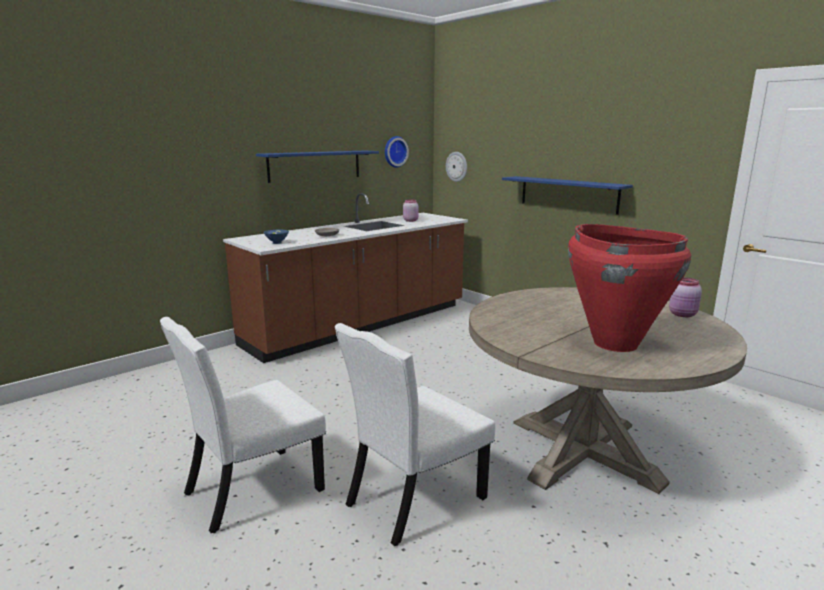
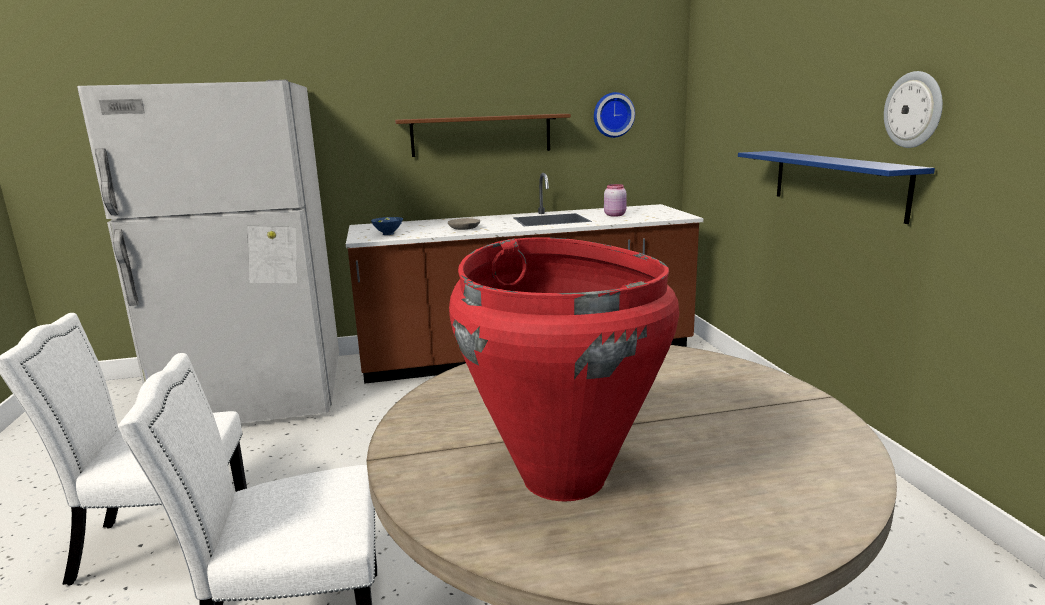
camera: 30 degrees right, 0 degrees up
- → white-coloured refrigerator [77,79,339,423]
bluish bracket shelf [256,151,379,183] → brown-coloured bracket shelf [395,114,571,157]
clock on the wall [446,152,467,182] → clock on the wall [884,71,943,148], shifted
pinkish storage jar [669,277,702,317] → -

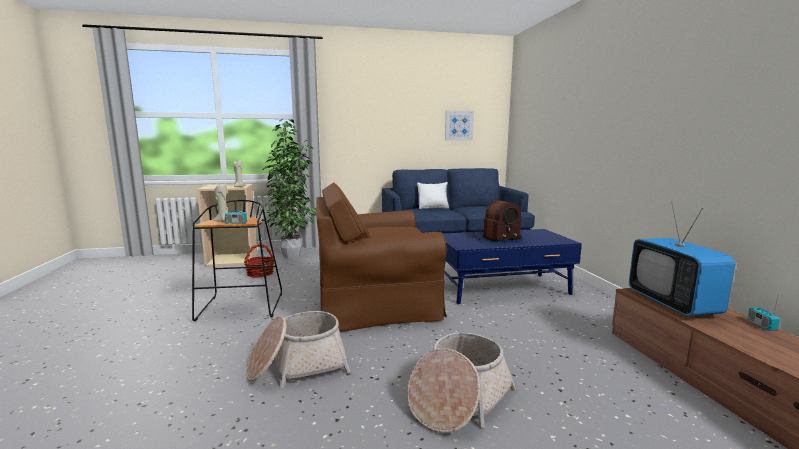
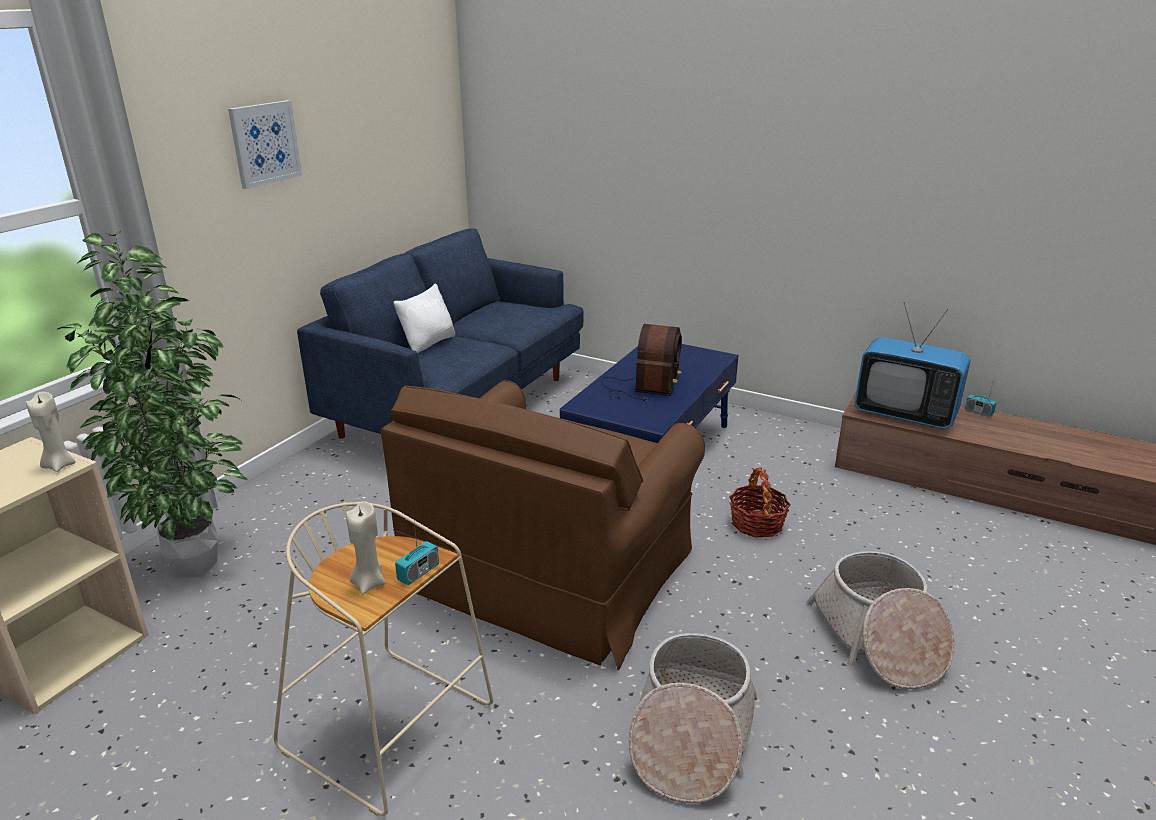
camera: 50 degrees left, 15 degrees up
wall art [445,110,474,141] → wall art [228,100,302,189], shifted
blackish stool [192,200,282,321] → beige-coloured stool [274,502,493,816]
storage basket [244,244,275,278] → storage basket [729,467,791,537], shifted

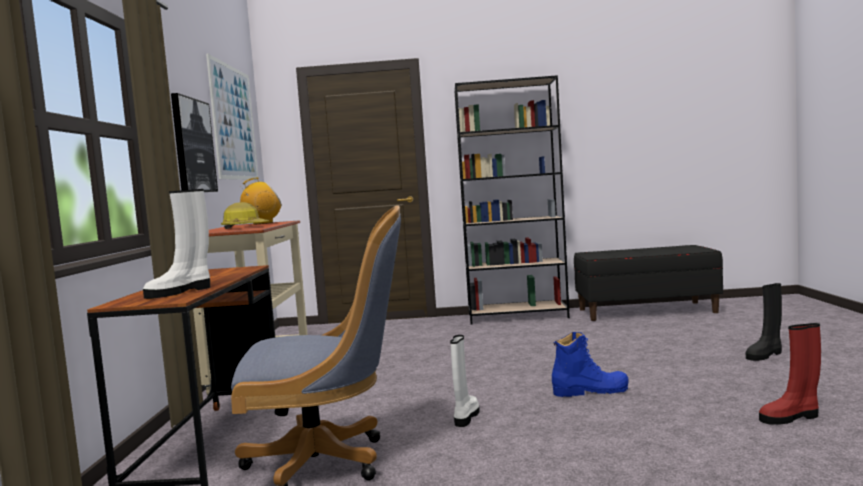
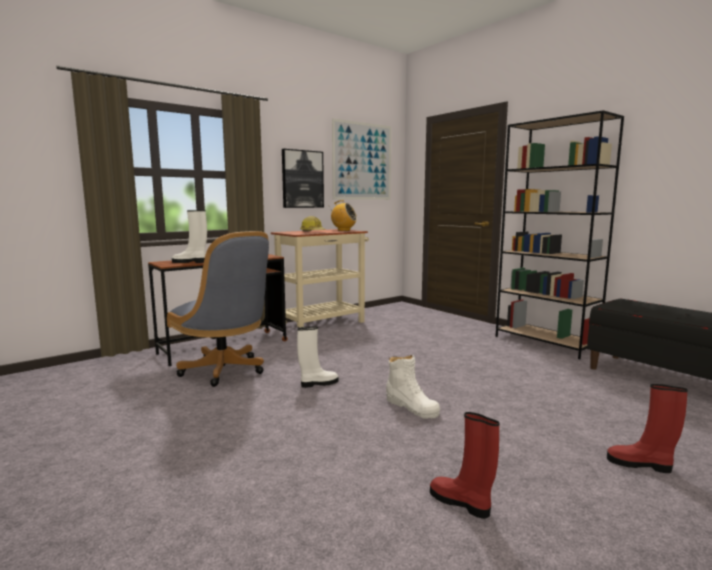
camera: 50 degrees right, 5 degrees up
bluish boot [552,332,629,397] → white-coloured boot [386,355,440,419]
blackish boot [746,283,782,361] → red-coloured boot [607,384,688,473]

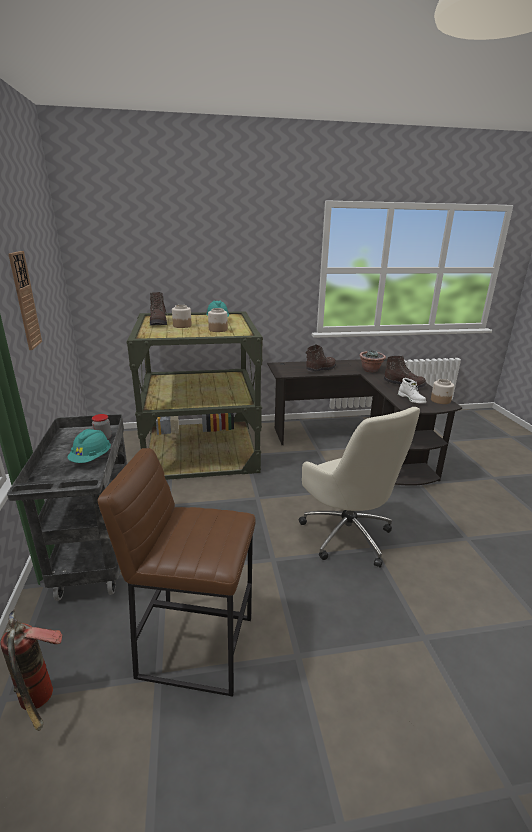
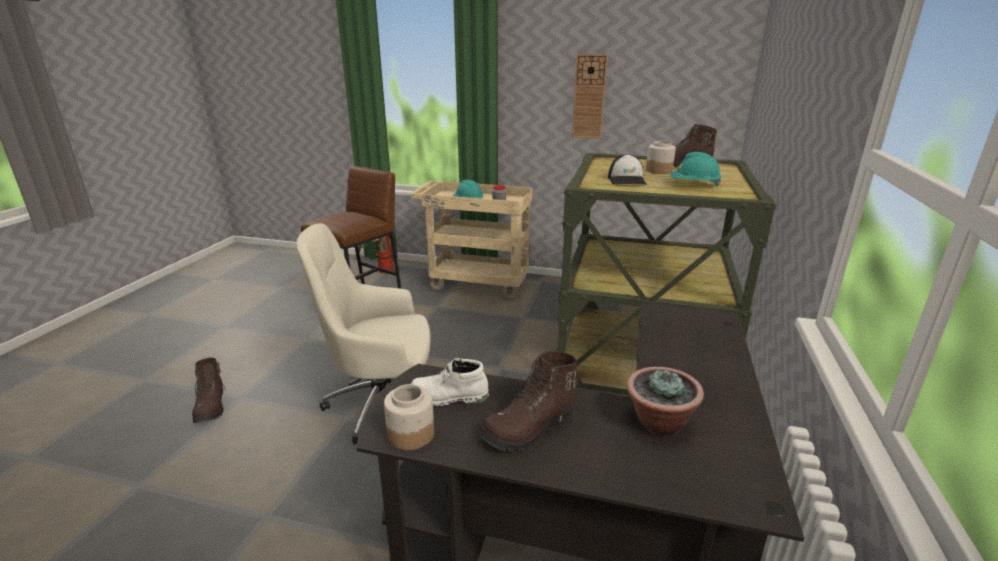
camera: 115 degrees right, 0 degrees up
brown-coloured boot [306,345,336,372] → brown-coloured boot [192,358,227,423], shifted
blackish cart [7,414,127,601] → beige-coloured cart [411,181,532,299]
storage jar [208,308,228,332] → cap [608,154,647,185]

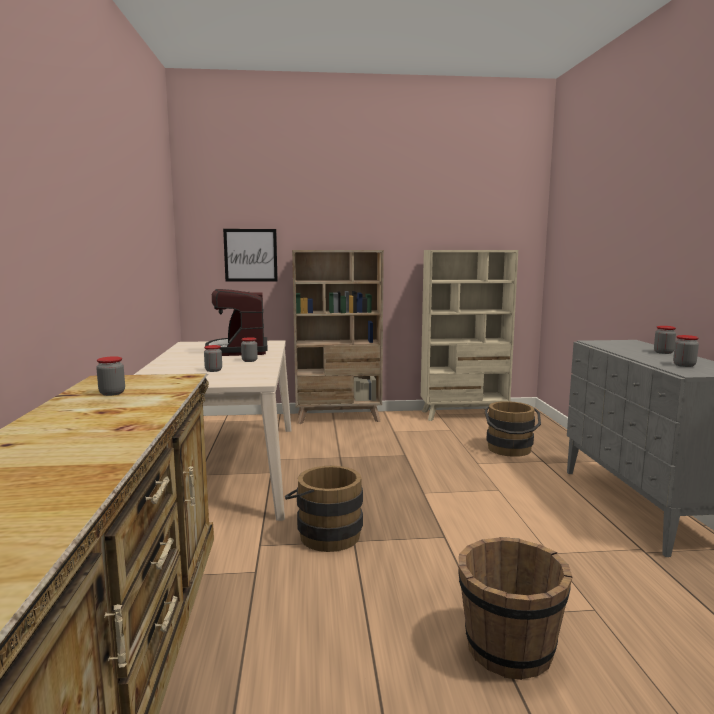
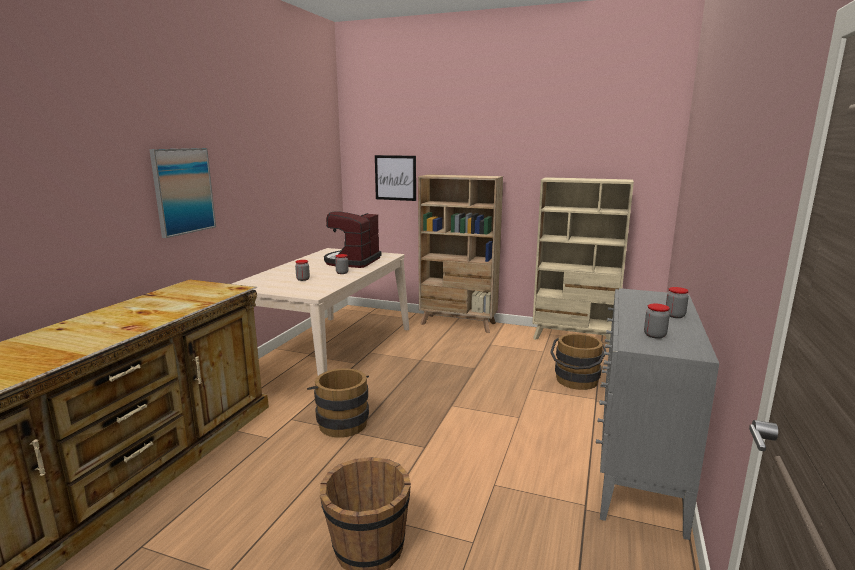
camera: 25 degrees right, 5 degrees up
- → wall art [149,148,216,238]
storage jar [96,356,125,396] → -

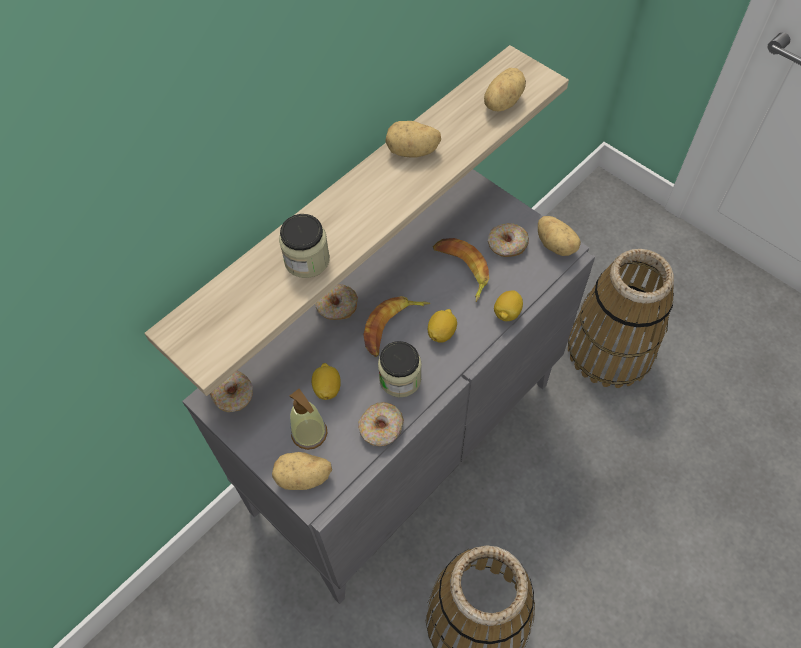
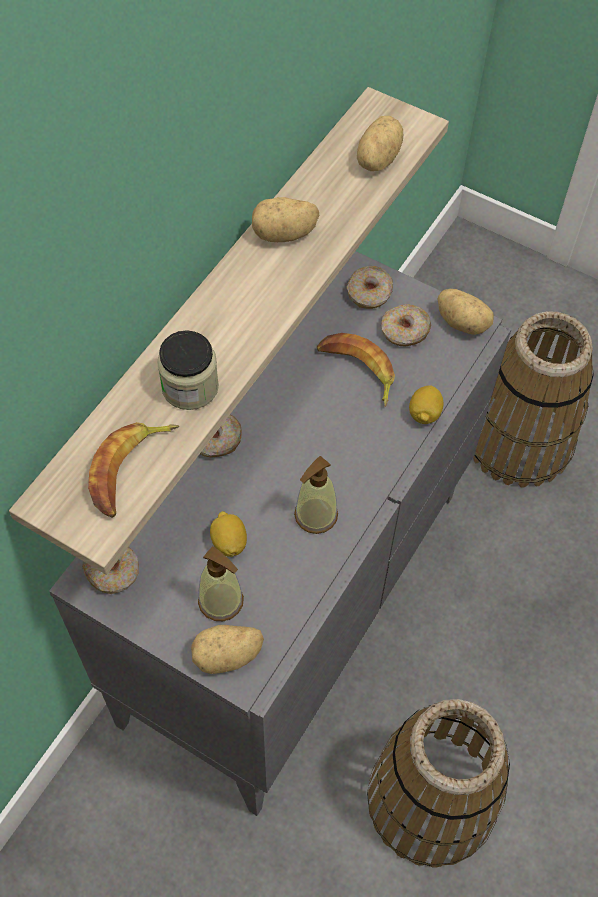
camera: 15 degrees left, 0 degrees up
banana fruit [363,296,430,357] → banana fruit [88,422,180,518], shifted
storage jar [378,341,422,397] → soap bottle [294,456,338,534]
donut [359,402,404,446] → donut [347,266,393,309], shifted
citrus fruit [428,309,457,343] → -

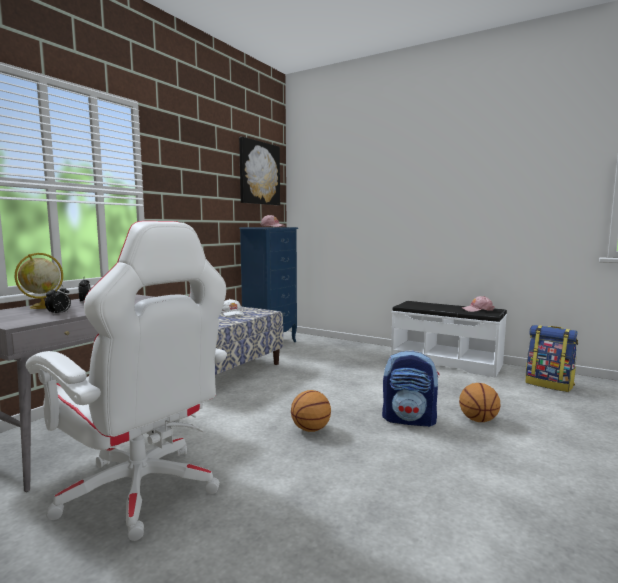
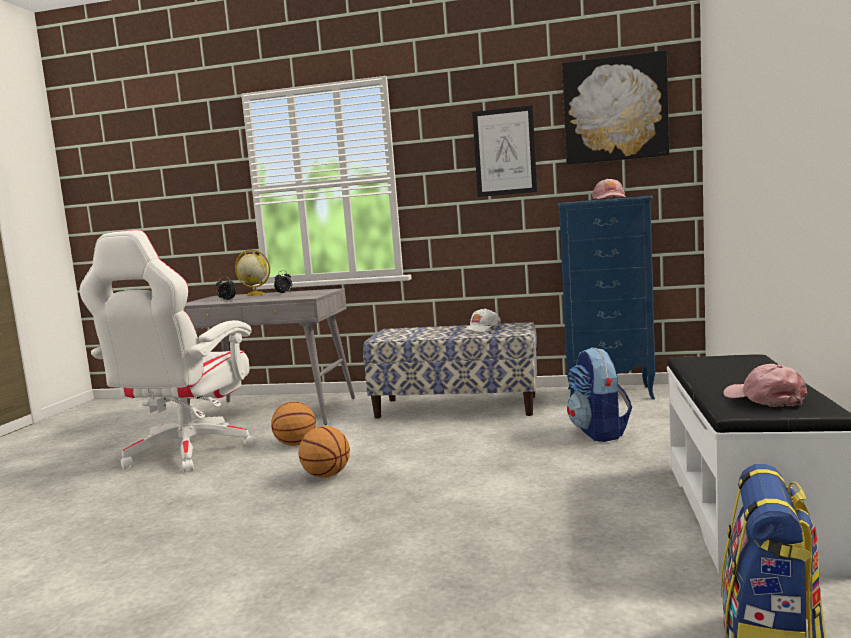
camera: 70 degrees right, 0 degrees up
ball for basketball [459,383,500,422] → ball for basketball [271,401,316,446], shifted
- → wall art [472,105,537,197]
knapsack [382,350,439,427] → knapsack [567,348,632,442], shifted

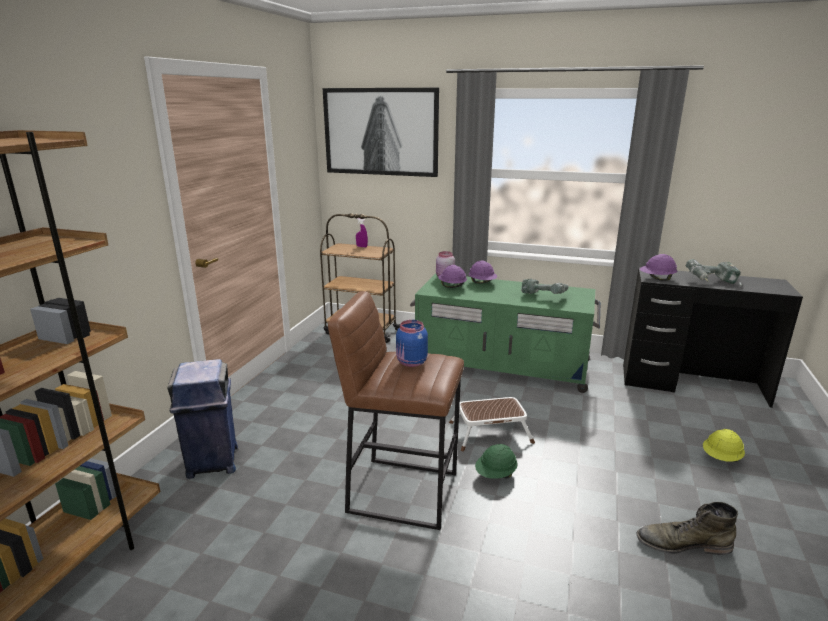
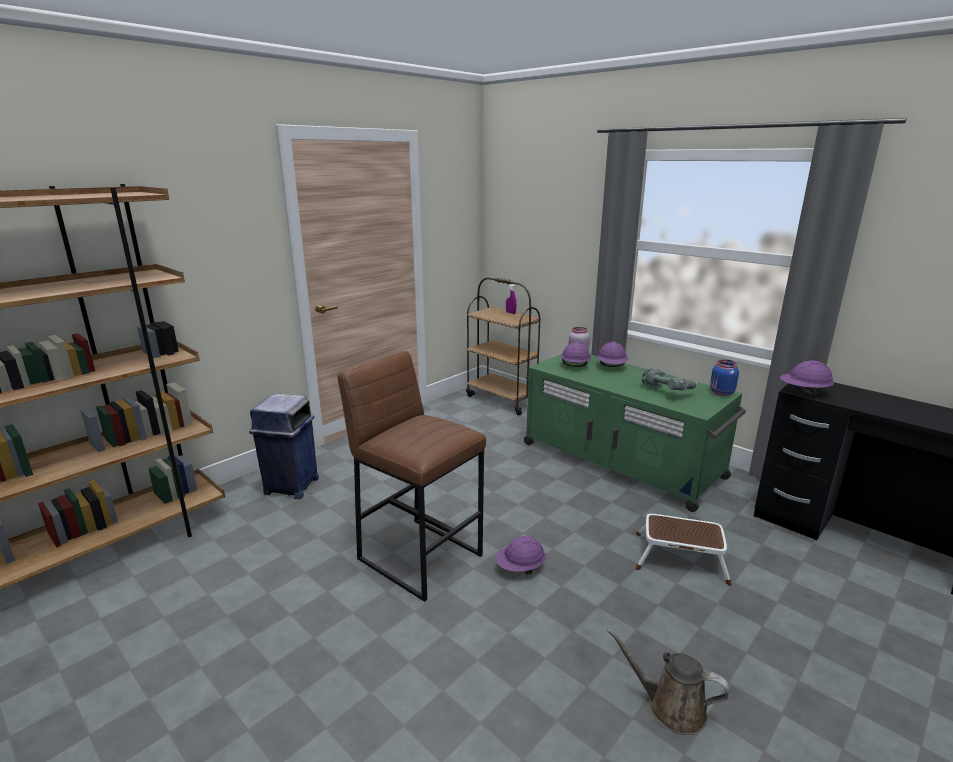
camera: 25 degrees right, 0 degrees up
green-coloured hard hat [475,444,518,479] → purplish hard hat [496,536,546,575]
green-coloured boot [637,502,738,555] → brown-coloured sprinkling can [607,628,730,735]
brown-coloured stepladder [449,397,535,451] → brown-coloured stepladder [635,514,732,586], shifted
bluish storage jar [396,320,428,367] → bluish storage jar [710,360,739,396], shifted
wall art [323,88,439,177] → -
drill [686,259,742,286] → -
yellow hard hat [703,429,745,462] → -

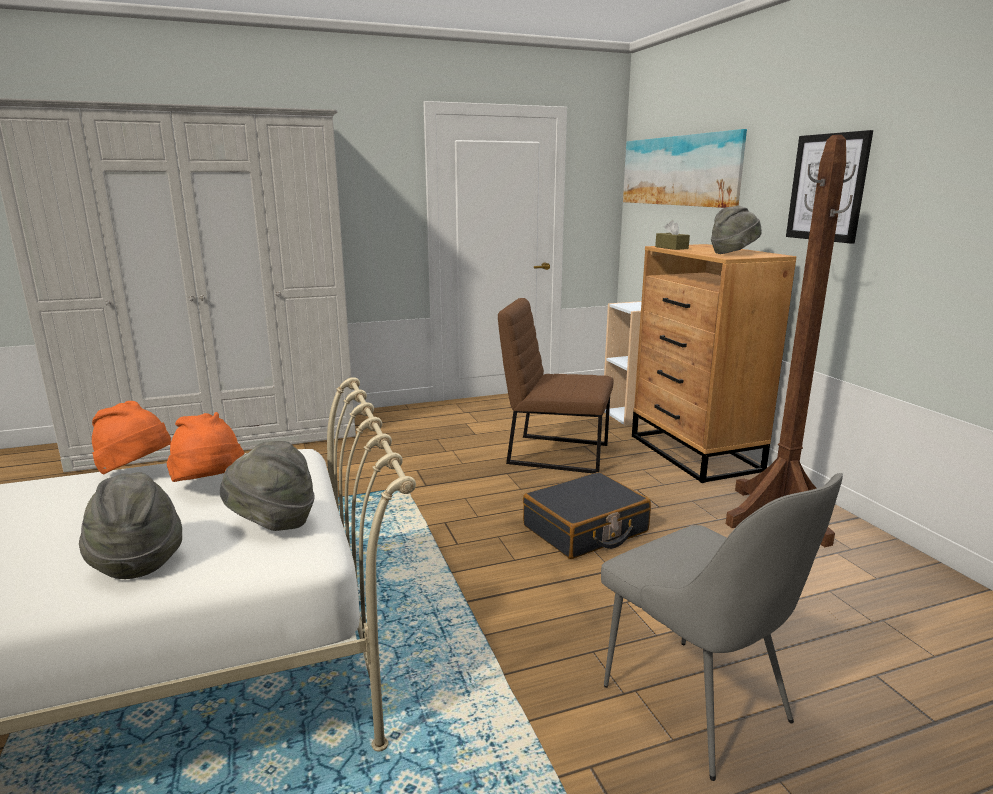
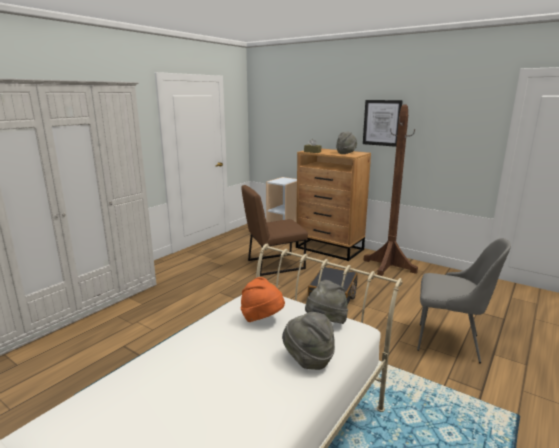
camera: 35 degrees left, 0 degrees up
orange clothing hat [92,401,171,474] → -
wall art [623,129,747,208] → -

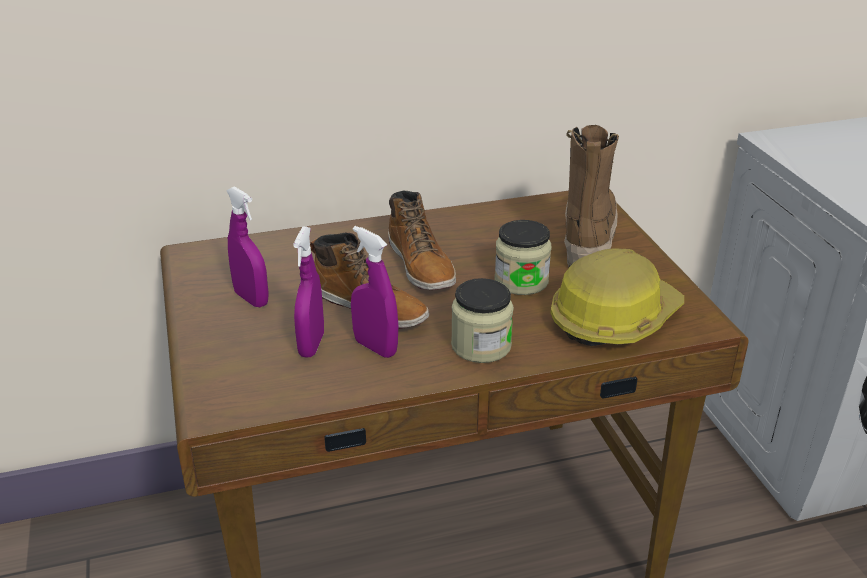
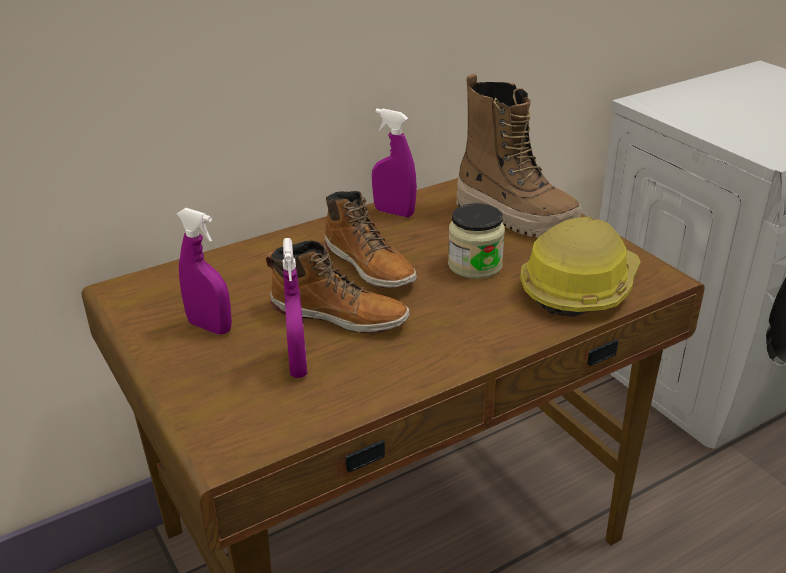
camera: 15 degrees left, 0 degrees up
purplish hand sprayer [351,226,398,358] → purplish hand sprayer [372,108,417,217], shifted
boot [564,125,619,267] → boot [456,74,581,238], 135 degrees clockwise
storage jar [451,278,514,363] → -

